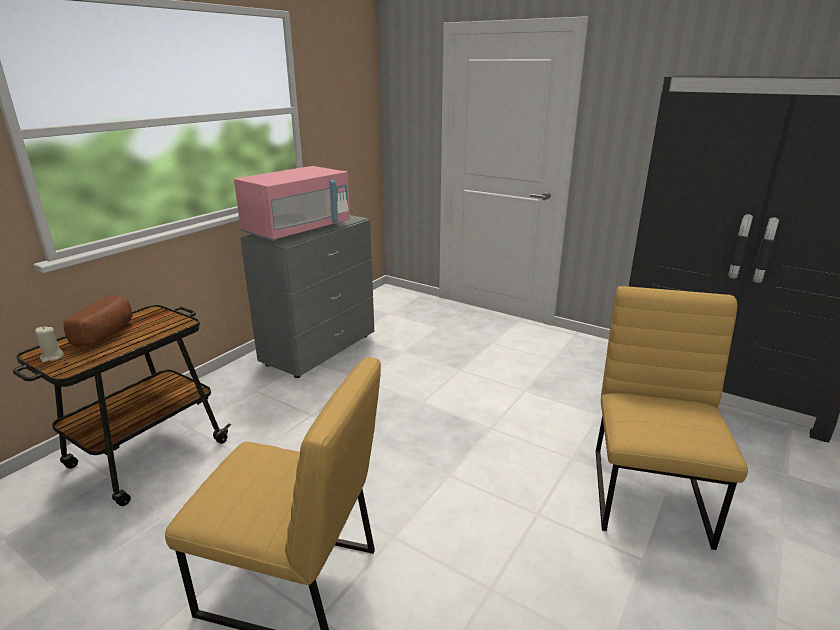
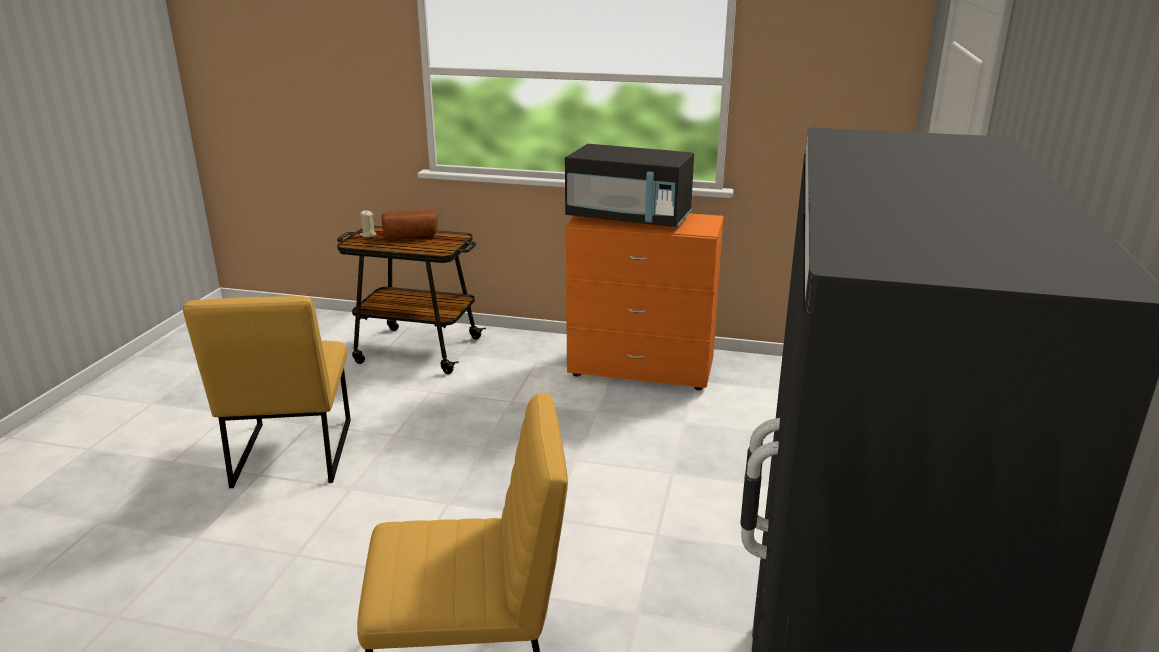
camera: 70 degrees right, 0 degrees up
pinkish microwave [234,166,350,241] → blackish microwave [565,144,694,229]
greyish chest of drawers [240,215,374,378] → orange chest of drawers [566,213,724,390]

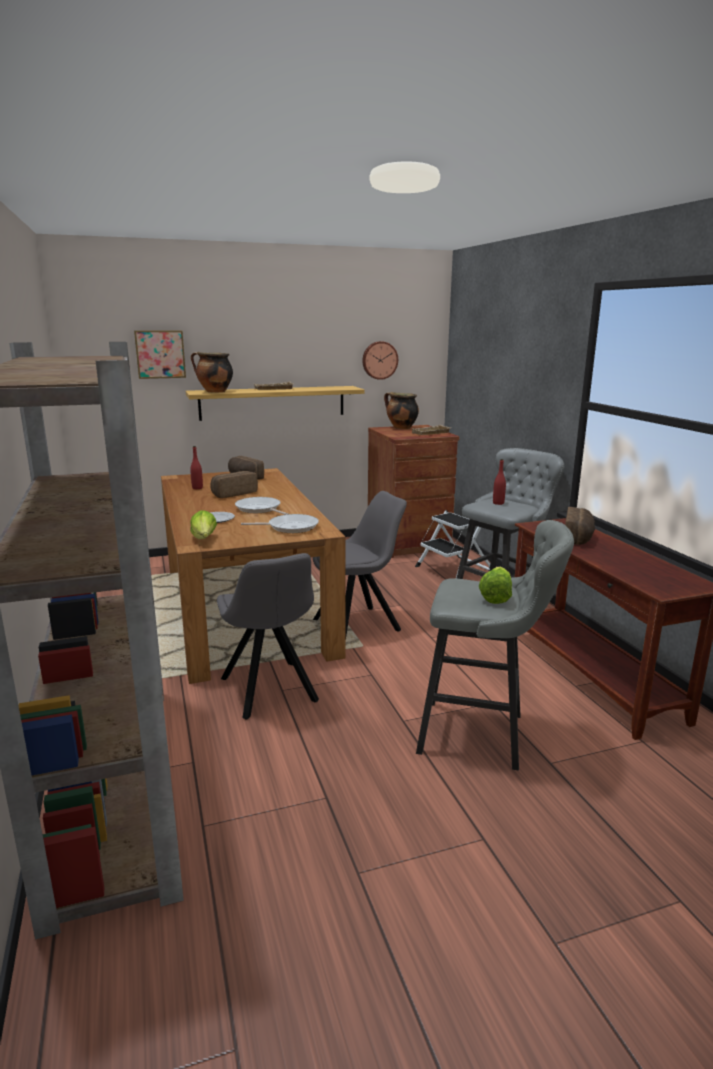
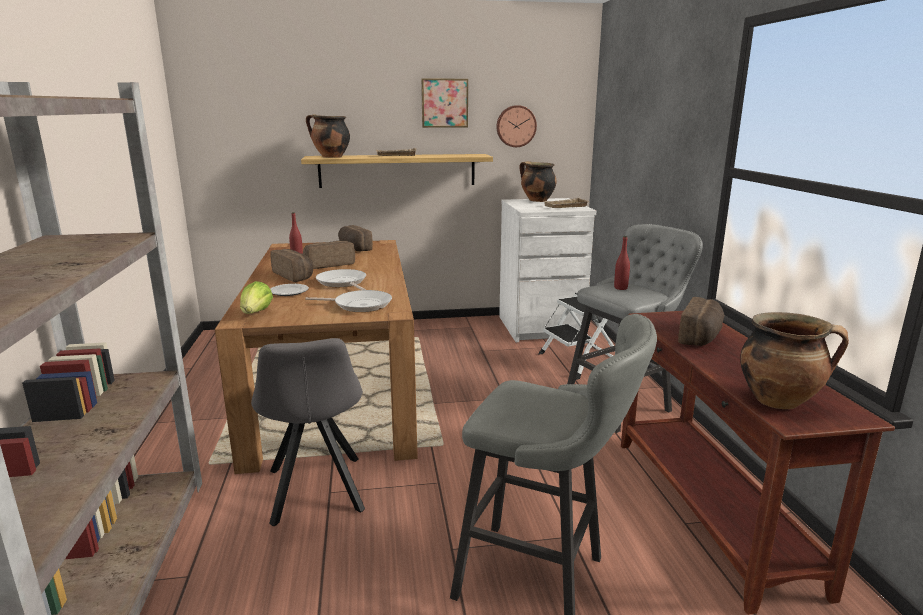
camera: 10 degrees right, 0 degrees up
- → bakery bread [270,249,313,282]
wall art [134,330,186,379] → wall art [421,78,468,128], shifted
brown-coloured chest of drawers [368,425,460,558] → white-coloured chest of drawers [499,198,596,342]
- → saucepot [740,312,849,409]
greyish upright chair [313,491,407,635] → -
lettuce head [479,567,512,604] → -

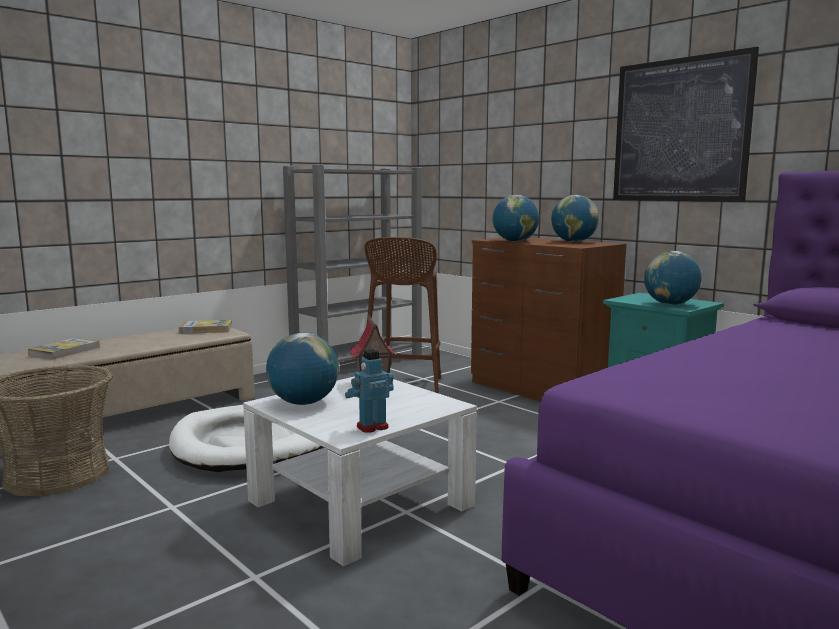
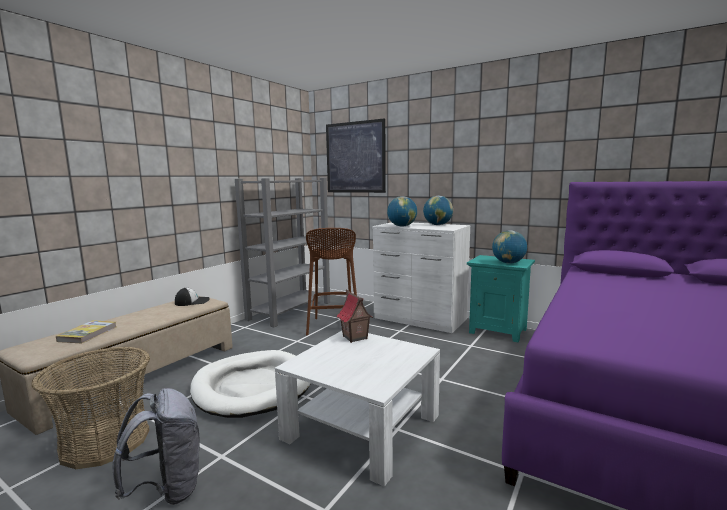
camera: 15 degrees left, 0 degrees up
- → greyish knapsack [113,388,200,505]
bound book [179,320,232,334] → cap [175,288,210,306]
wall art [613,47,759,202] → wall art [326,118,386,193], shifted
brown-coloured chest of drawers [471,237,626,401] → white-coloured chest of drawers [372,222,470,333]
world globe [266,333,339,405] → -
robot figure [345,349,394,433] → -

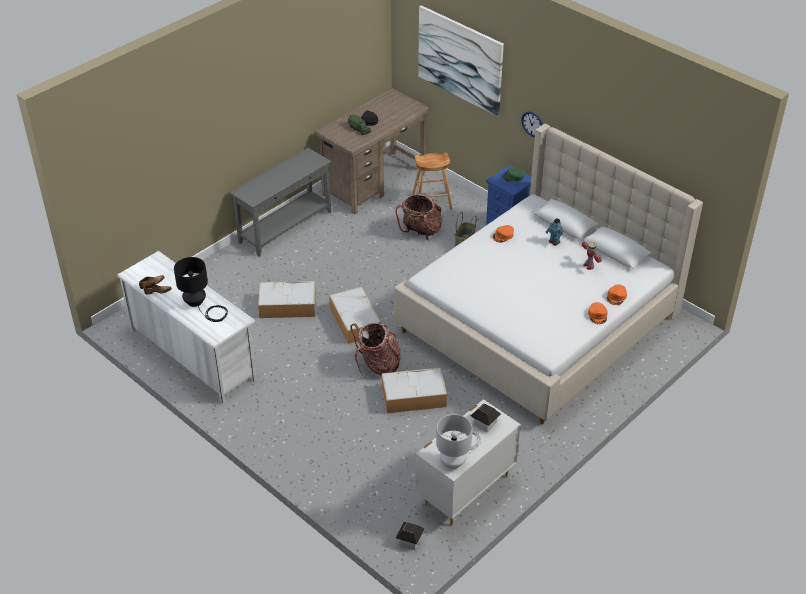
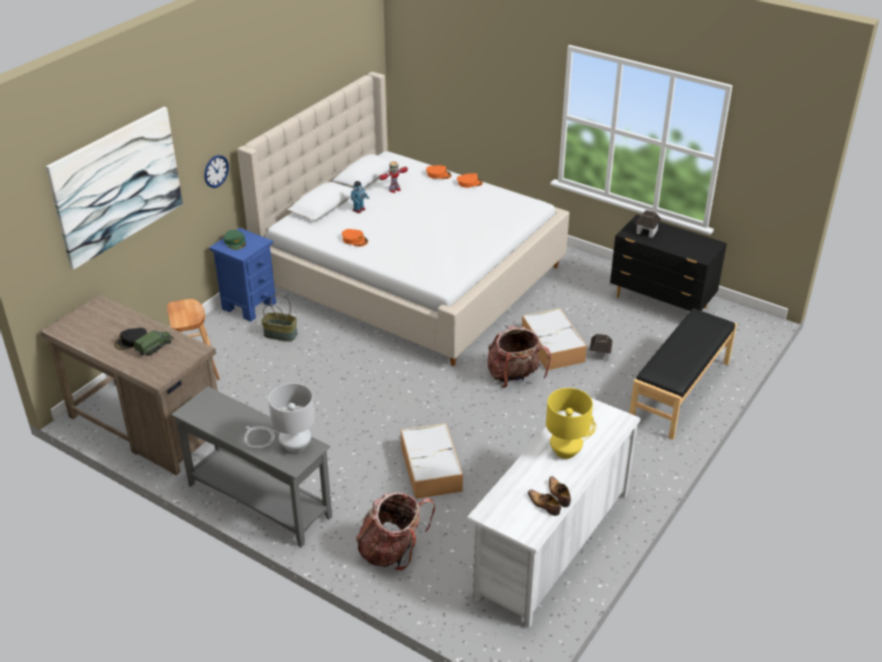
camera: 100 degrees left, 5 degrees down
white-coloured lamp for a table [436,414,481,469] → white-coloured lamp for a table [244,383,315,453], shifted
knapsack [395,193,442,241] → knapsack [356,492,435,570], shifted
blackish lamp for a table [174,257,228,322] → yellow lamp for a table [546,388,597,459]
toy house [396,522,425,550] → toy house [589,334,612,361], shifted
white-coloured chest of drawers [415,399,521,525] → blackish chest of drawers [610,215,727,311]
- → blackish long seat [629,308,737,440]
storage bin [329,287,381,344] → -

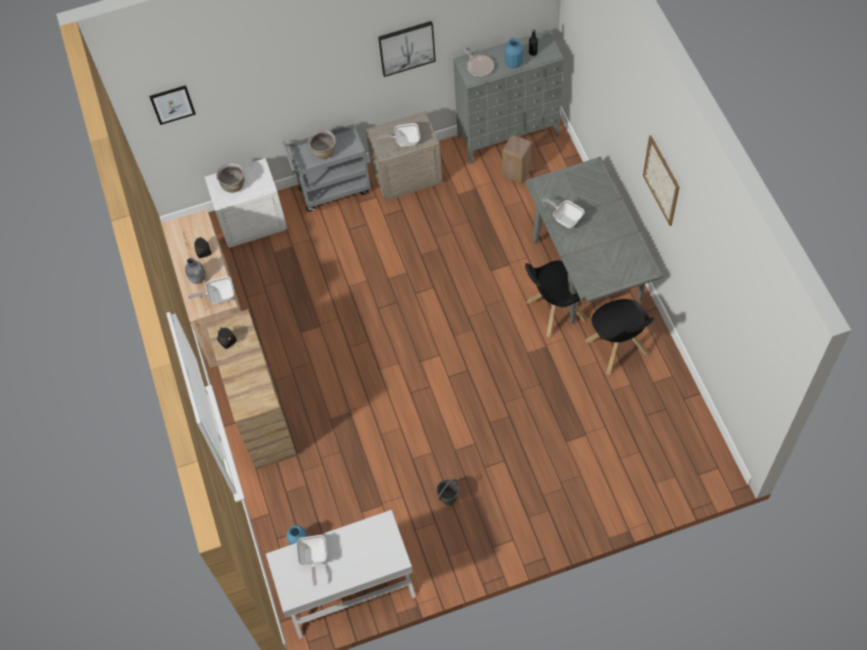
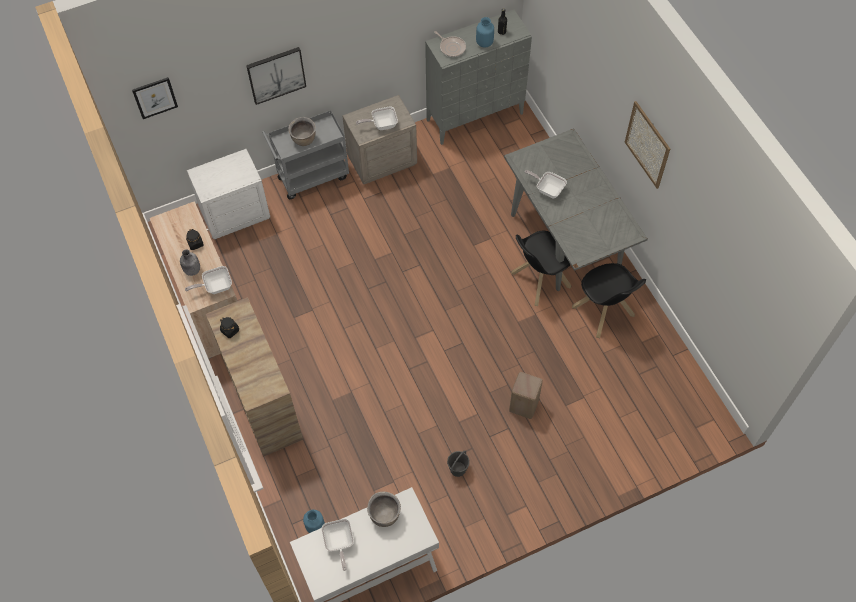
camera: 10 degrees left, 0 degrees up
wall art [378,21,436,77] → wall art [246,47,306,105], shifted
brown-coloured saucepot [216,163,245,193] → brown-coloured saucepot [367,492,401,527], shifted
beige-coloured stool [503,135,531,183] → beige-coloured stool [509,372,543,419], shifted

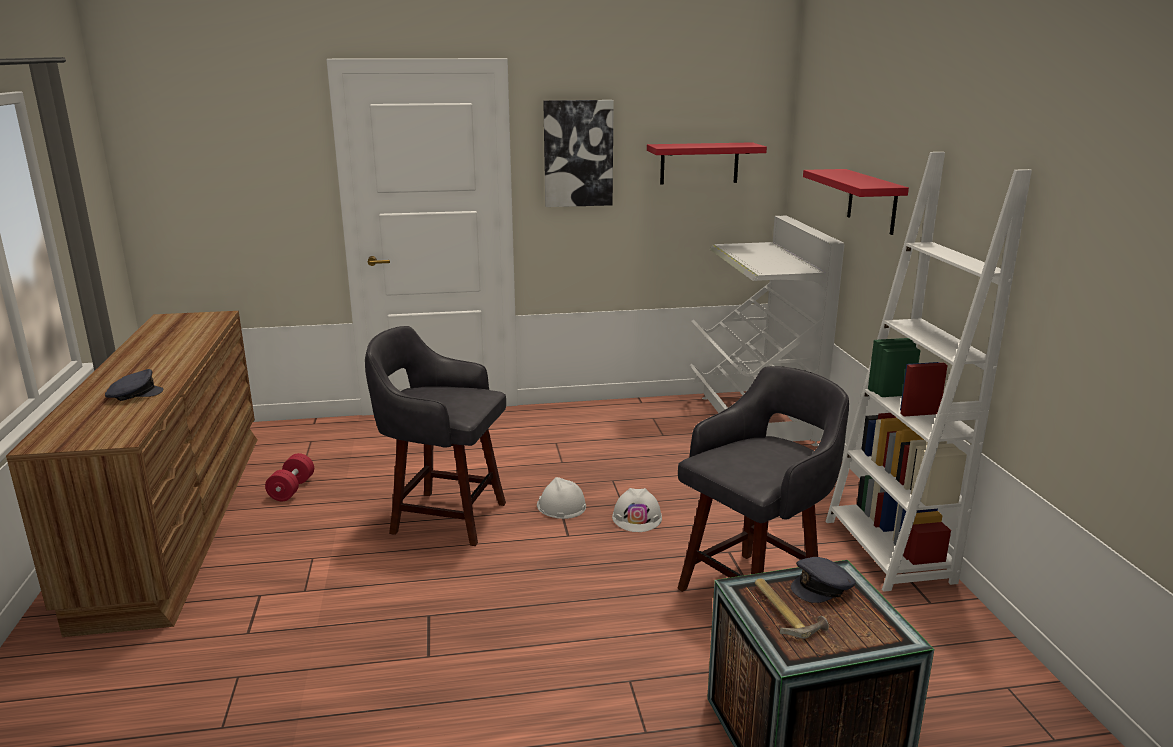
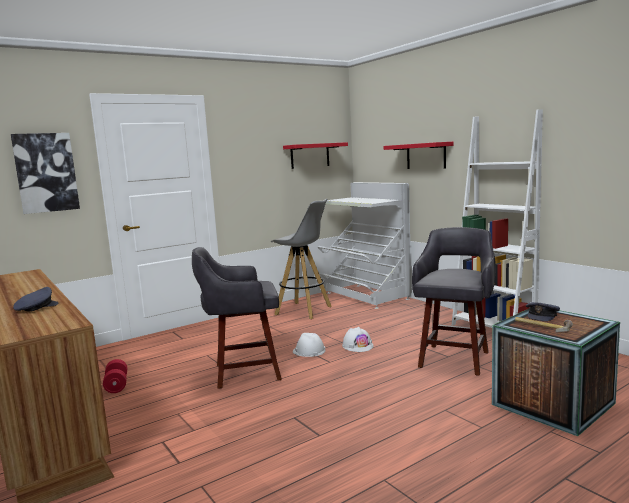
camera: 25 degrees left, 10 degrees down
wall art [543,100,614,207] → wall art [11,133,80,214], shifted
- → greyish stool [271,198,332,319]

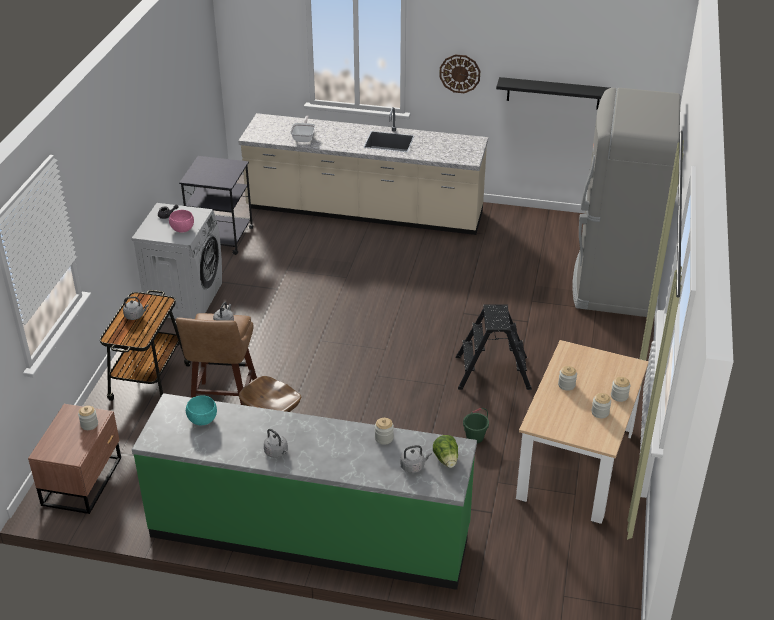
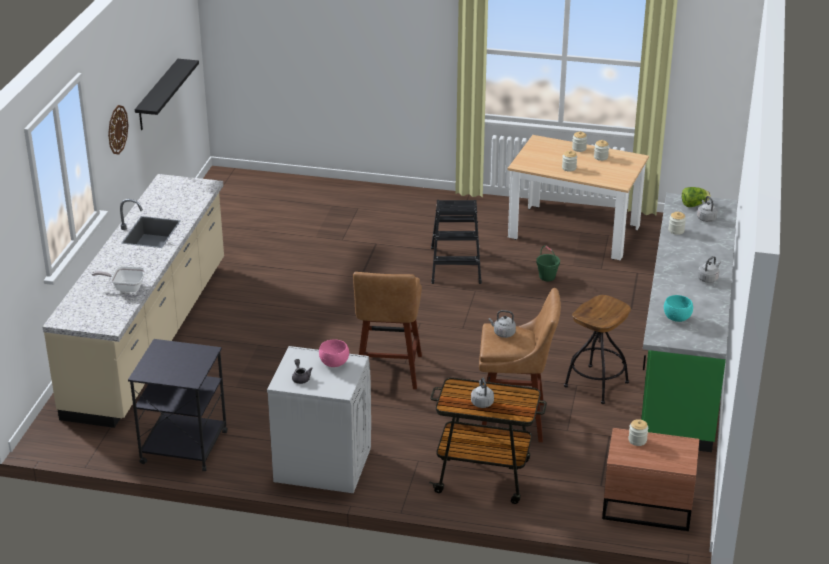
camera: 90 degrees left, 5 degrees down
- → brown-coloured stool [353,272,422,389]
greyish refrigerator [572,88,680,317] → -

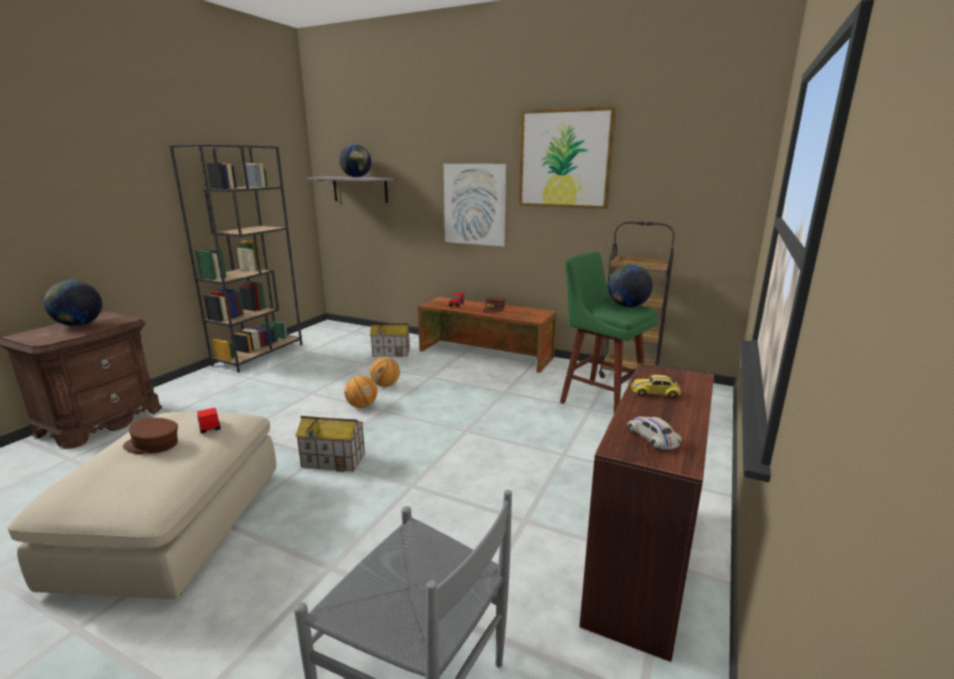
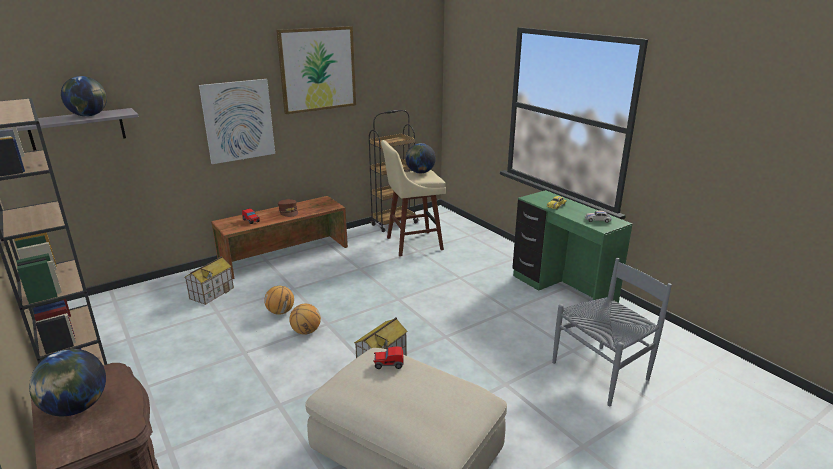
camera: 60 degrees left, 5 degrees up
green-coloured stool [560,252,658,413] → beige-coloured stool [381,140,446,257]
brown-coloured desk [579,363,714,662] → green-coloured desk [512,190,632,303]
brown-coloured cap [123,417,178,454] → -

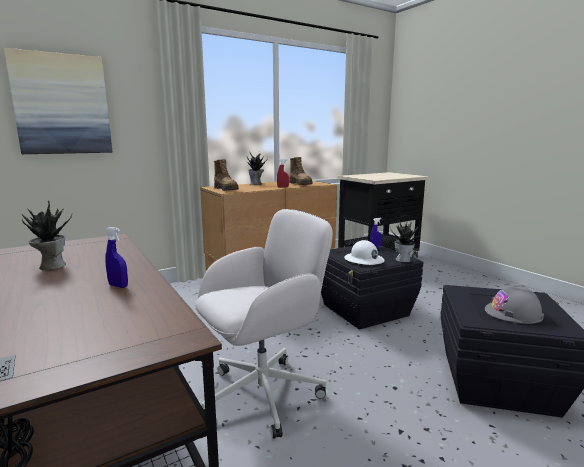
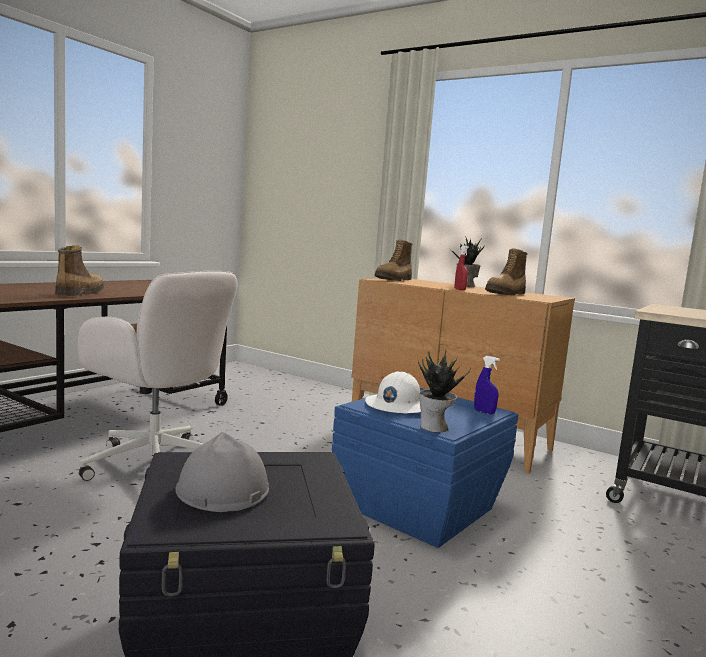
camera: 65 degrees right, 5 degrees down
bluish hand sprayer [105,227,128,288] → boot [55,245,104,296]
blackish storage bin [321,246,423,330] → bluish storage bin [332,388,518,548]
wall art [4,48,112,154] → -
potted plant [22,201,72,270] → -

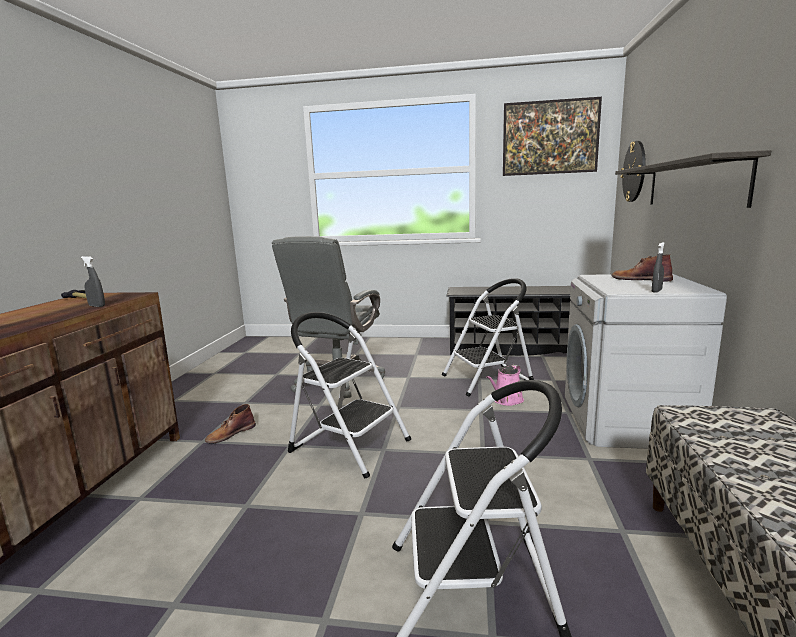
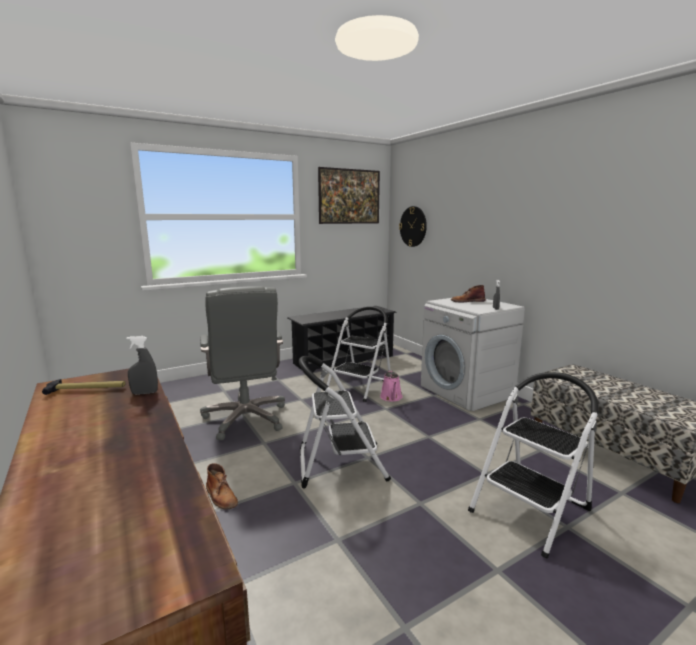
camera: 40 degrees left, 0 degrees up
brown-coloured boot [205,404,256,444] → brown-coloured boot [206,463,238,510], 45 degrees counterclockwise
bracket shelf [615,150,771,208] → -

